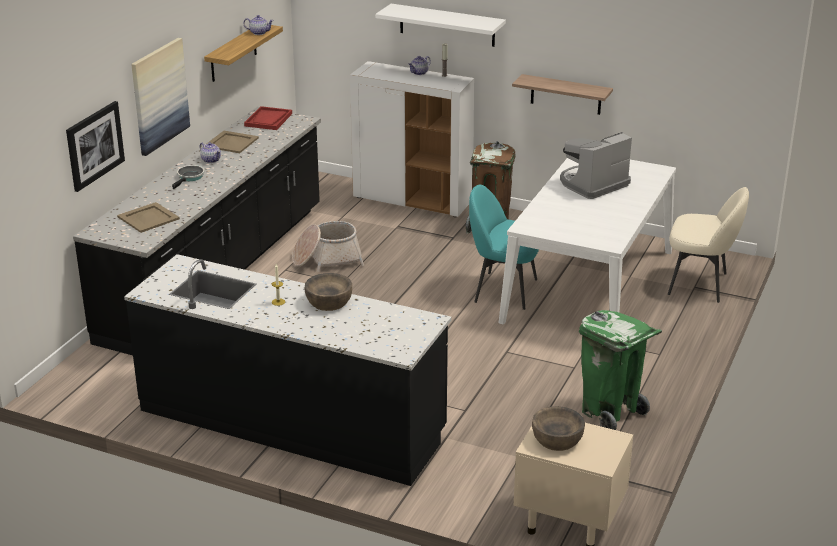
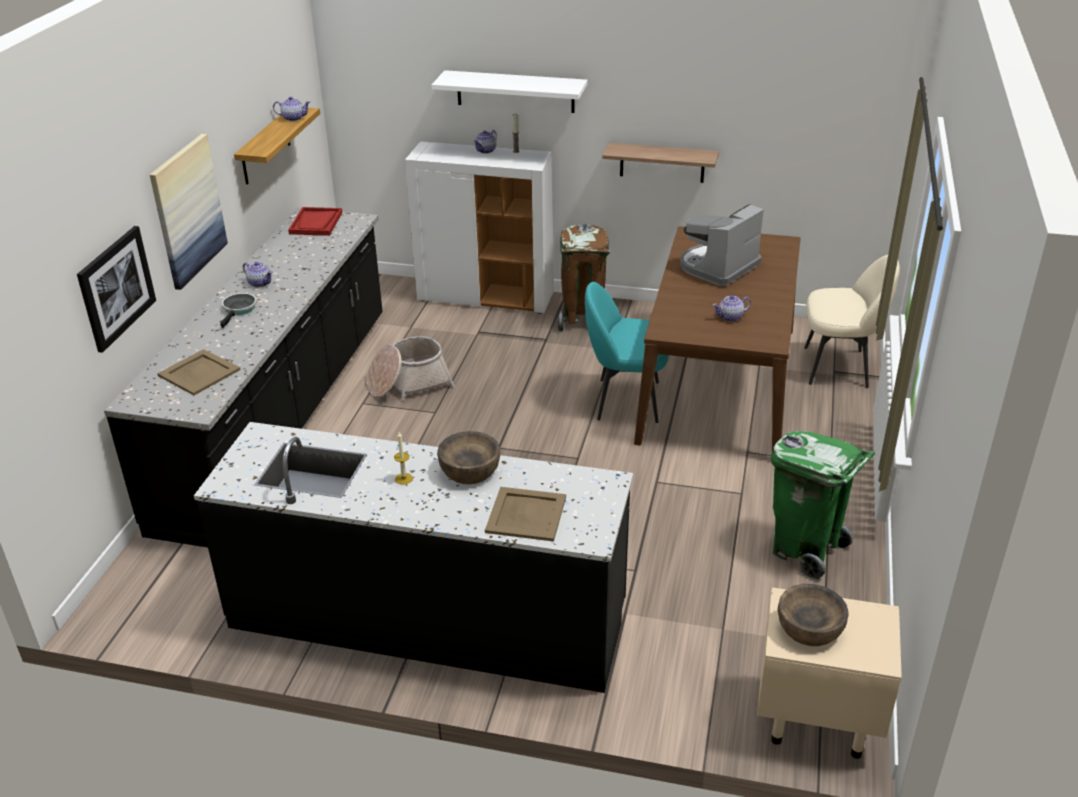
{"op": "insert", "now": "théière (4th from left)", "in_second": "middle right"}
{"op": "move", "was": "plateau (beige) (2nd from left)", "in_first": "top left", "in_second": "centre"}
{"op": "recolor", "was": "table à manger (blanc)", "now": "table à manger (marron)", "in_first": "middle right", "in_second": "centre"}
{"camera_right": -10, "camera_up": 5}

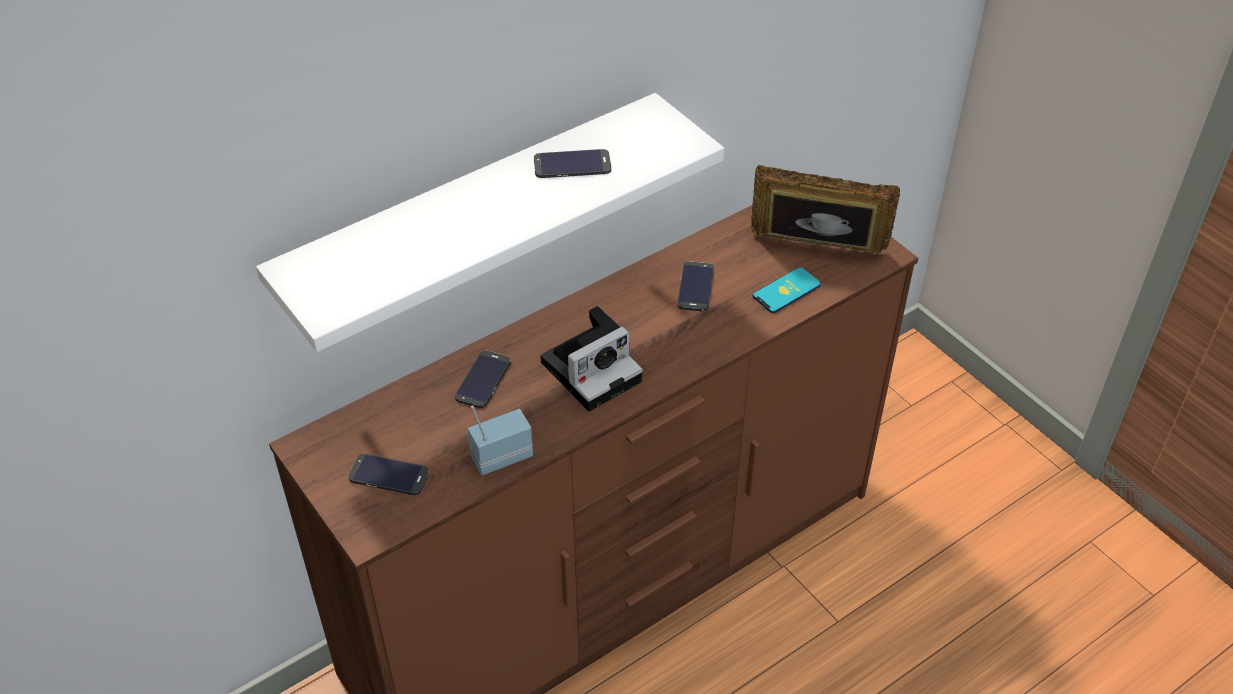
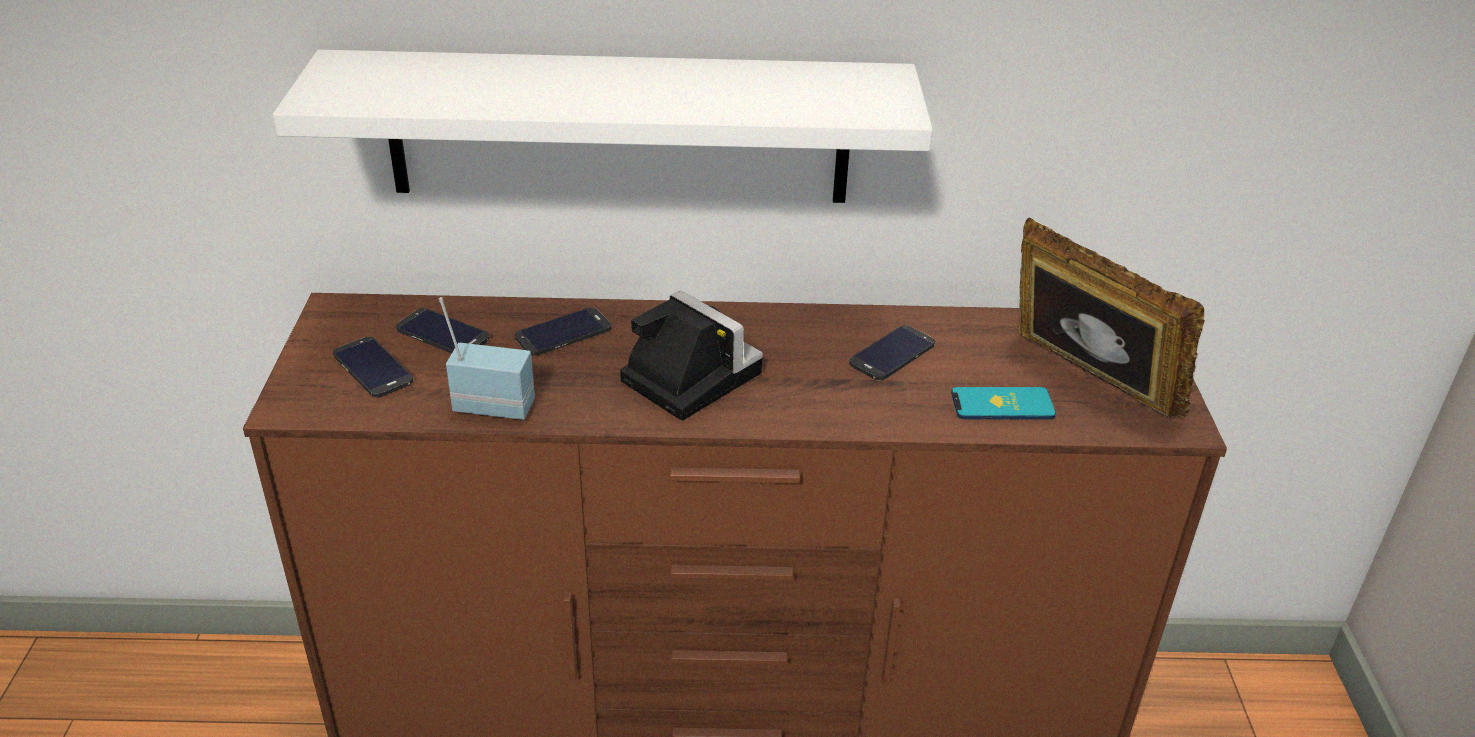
{"op": "move", "was": "téléphone (3rd from left in the first image)", "now": "téléphone (2nd from left)", "in_first": "top centre", "in_second": "middle left"}
{"op": "rotate", "was": "appareil photo", "in_first": "centre", "in_second": "centre", "clockwise": -135}
{"camera_right": 35, "camera_up": -10}

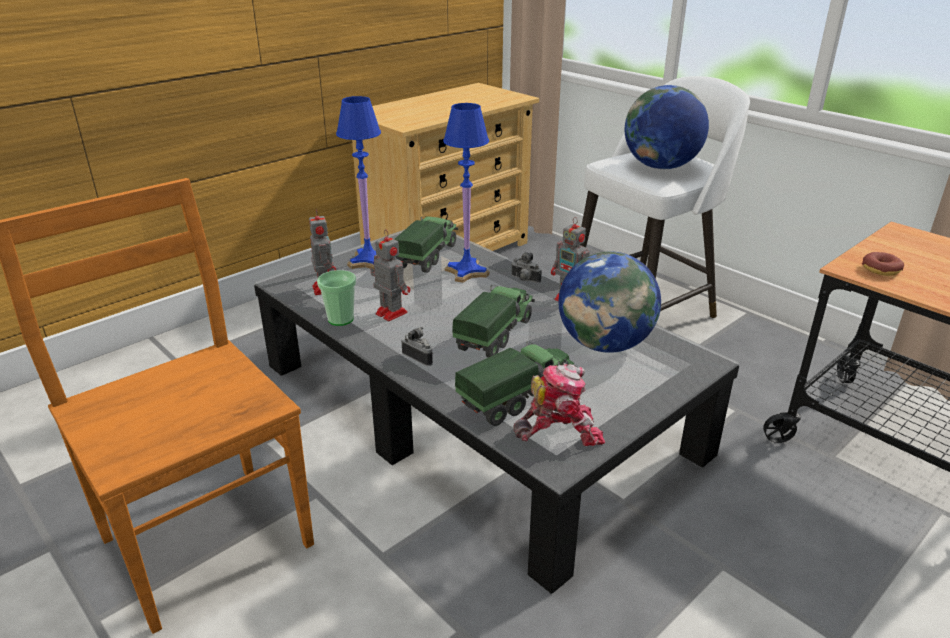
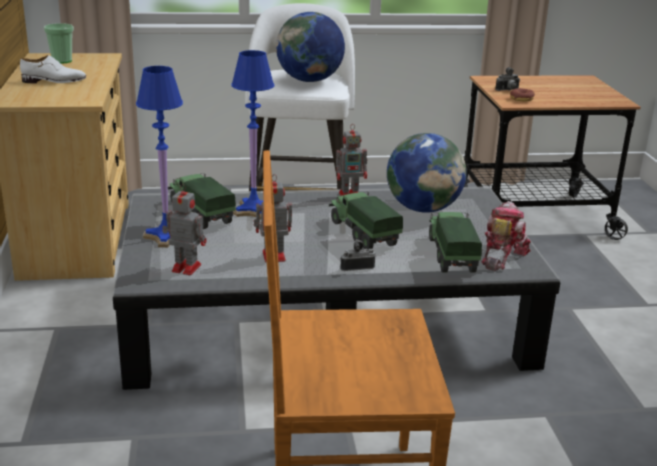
{"op": "insert", "now": "chaussure (blanc)", "in_second": "top left"}
{"op": "move", "was": "tasse", "in_first": "centre", "in_second": "top left"}
{"op": "move", "was": "appareil photo (2nd from left)", "in_first": "centre", "in_second": "top right"}
{"camera_right": -55, "camera_up": -5}

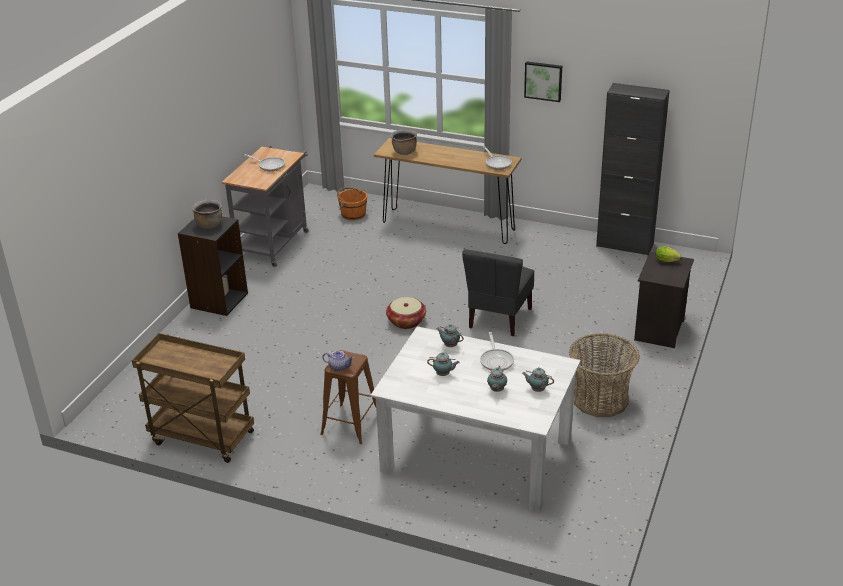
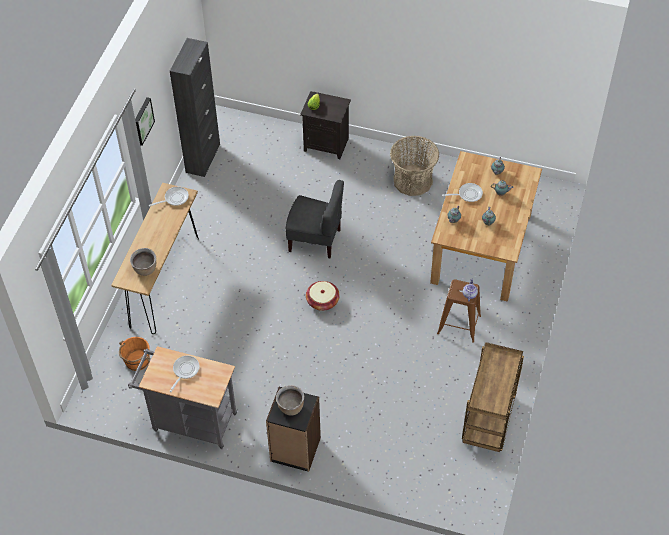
{"op": "recolor", "was": "table à manger (blanc)", "now": "table à manger (marron)", "in_first": "bottom centre", "in_second": "middle right"}
{"camera_right": -95, "camera_up": 20}

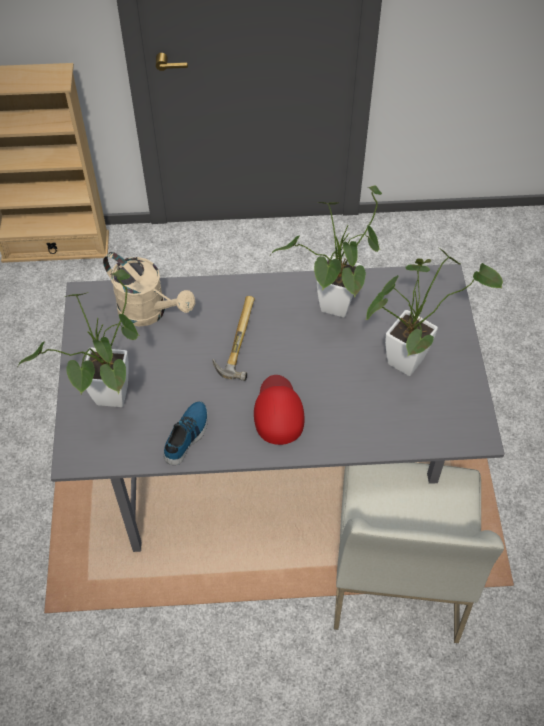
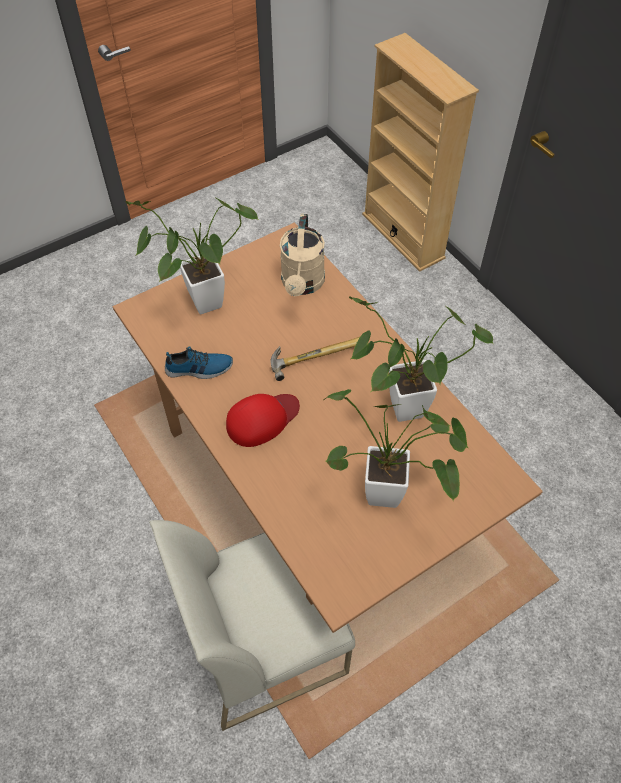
{"op": "recolor", "was": "table à manger (gris)", "now": "table à manger (marron)", "in_first": "centre", "in_second": "centre"}
{"camera_right": 60, "camera_up": 0}

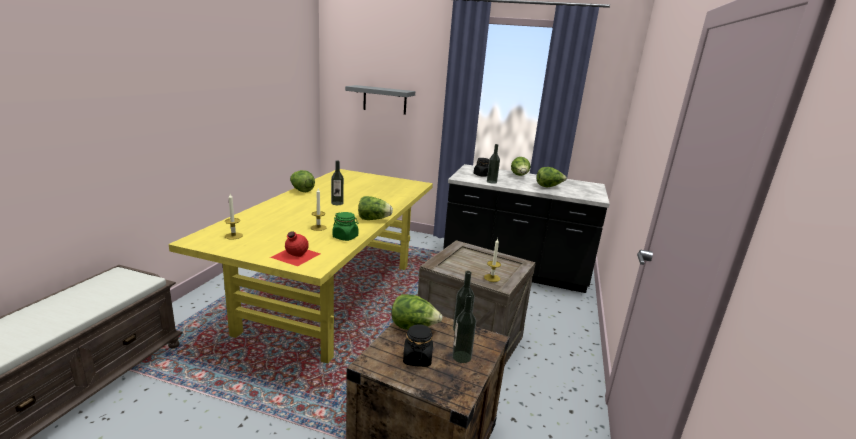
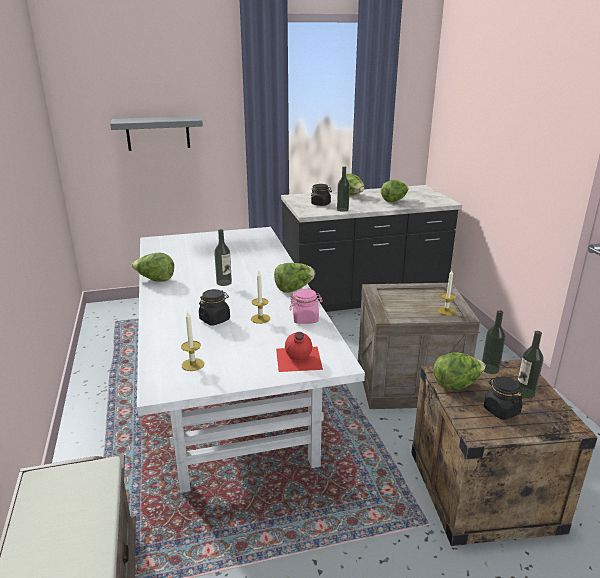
{"op": "insert", "now": "bocal (noir) (1st from left)", "in_second": "centre"}
{"op": "recolor", "was": "table à manger (jaune)", "now": "table à manger (blanc)", "in_first": "centre", "in_second": "centre"}
{"op": "recolor", "was": "bocal (vert)", "now": "bocal (rose)", "in_first": "centre", "in_second": "centre"}
{"camera_right": -30, "camera_up": 5}

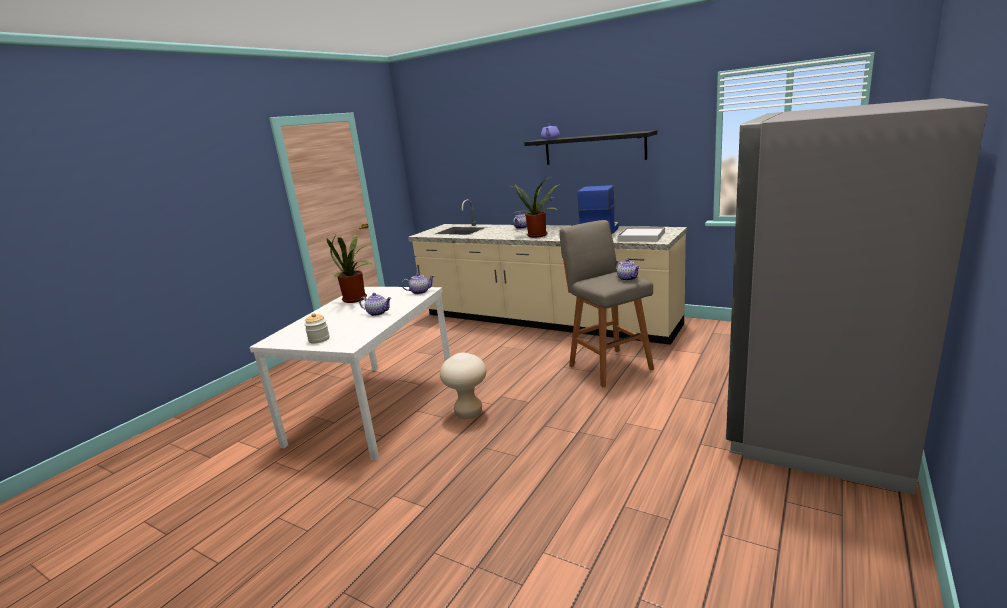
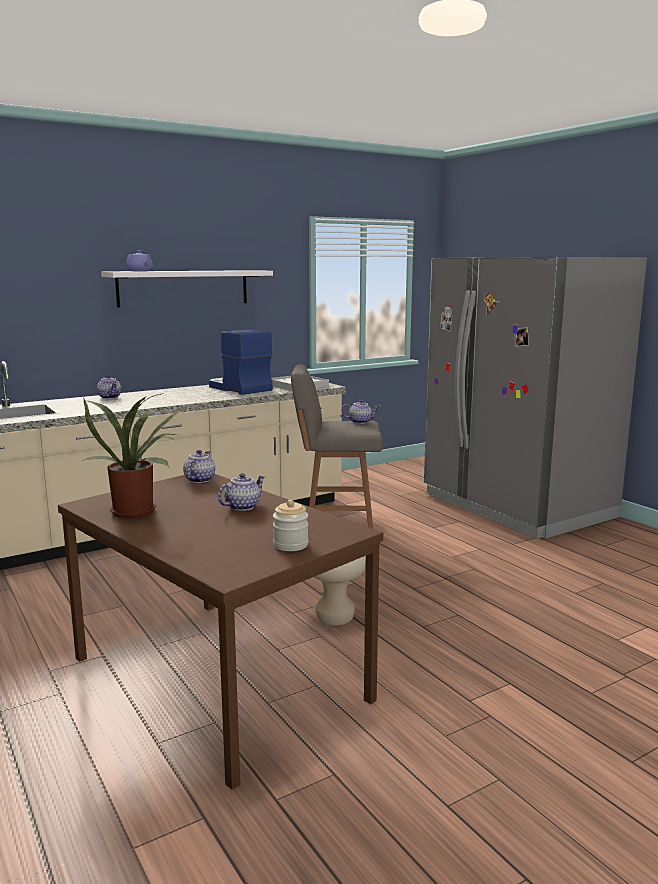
{"op": "delete", "was": "plante en pot (2nd from left)", "in_first": "centre"}
{"op": "recolor", "was": "table à manger (blanc)", "now": "table à manger (marron)", "in_first": "centre", "in_second": "bottom centre"}
{"op": "recolor", "was": "étagère (noir)", "now": "étagère (blanc)", "in_first": "top centre", "in_second": "top left"}
{"camera_right": -65, "camera_up": -5}

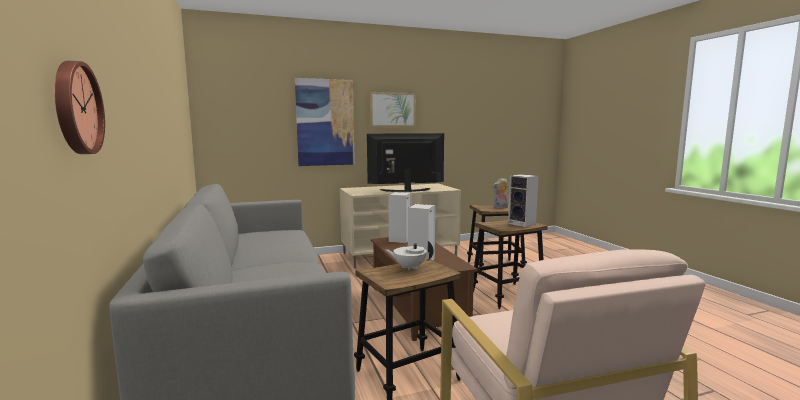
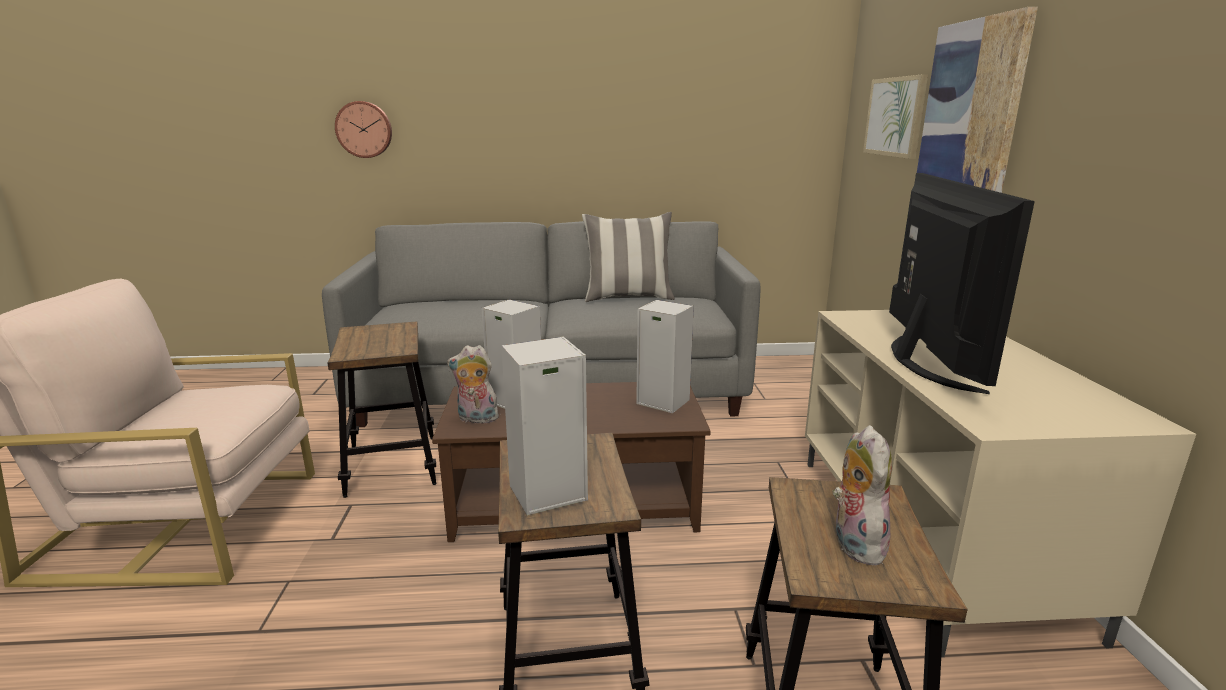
{"op": "delete", "was": "théière (blanc)", "in_first": "centre"}
{"op": "insert", "now": "peluche (1st from left)", "in_second": "centre"}
{"op": "insert", "now": "coussin", "in_second": "centre"}
{"op": "move", "was": "tableau (2nd from left in the first image)", "now": "tableau (1st from left)", "in_first": "top centre", "in_second": "top right"}
{"camera_right": 105, "camera_up": 10}

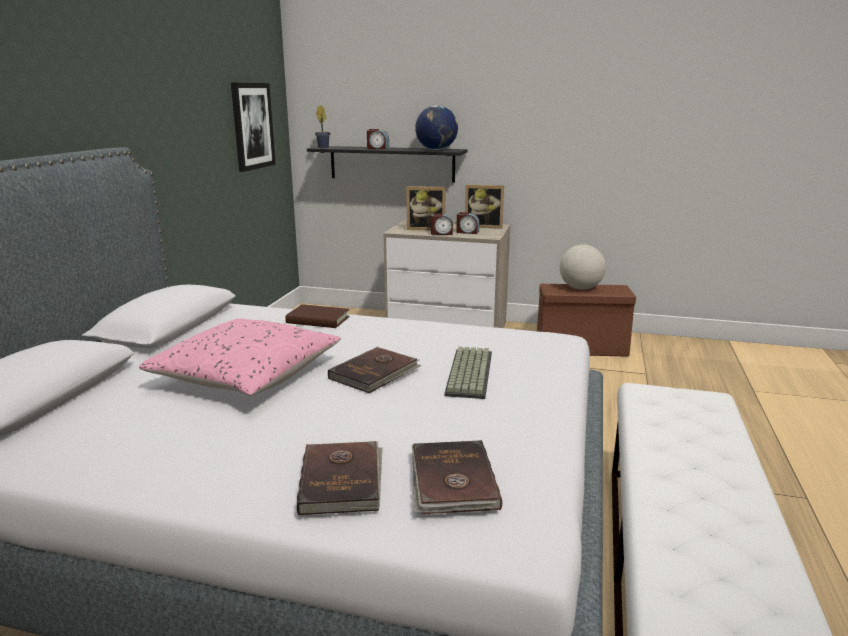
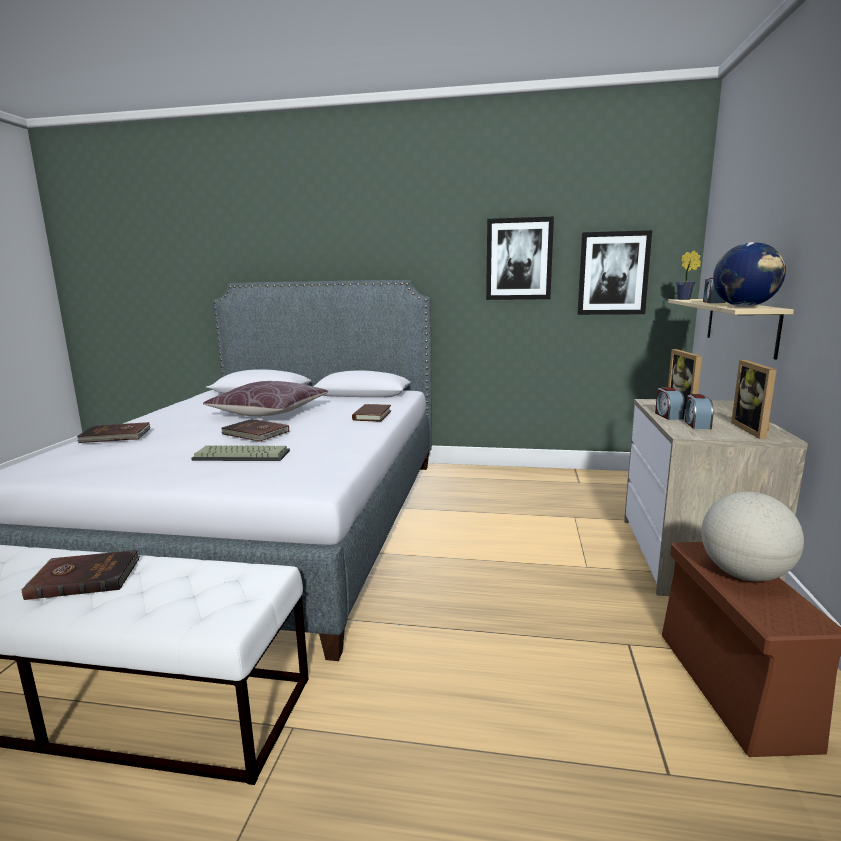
{"op": "insert", "now": "tableau (1st from left)", "in_second": "top centre"}
{"op": "move", "was": "livre (marron) (4th from left in the first image)", "now": "livre (marron) (1st from left)", "in_first": "bottom centre", "in_second": "bottom left"}
{"op": "recolor", "was": "coussin (rose)", "now": "coussin (marron)", "in_first": "middle left", "in_second": "middle left"}
{"op": "recolor", "was": "étagère (noir)", "now": "étagère (beige)", "in_first": "top centre", "in_second": "middle right"}
{"camera_right": 85, "camera_up": -5}

